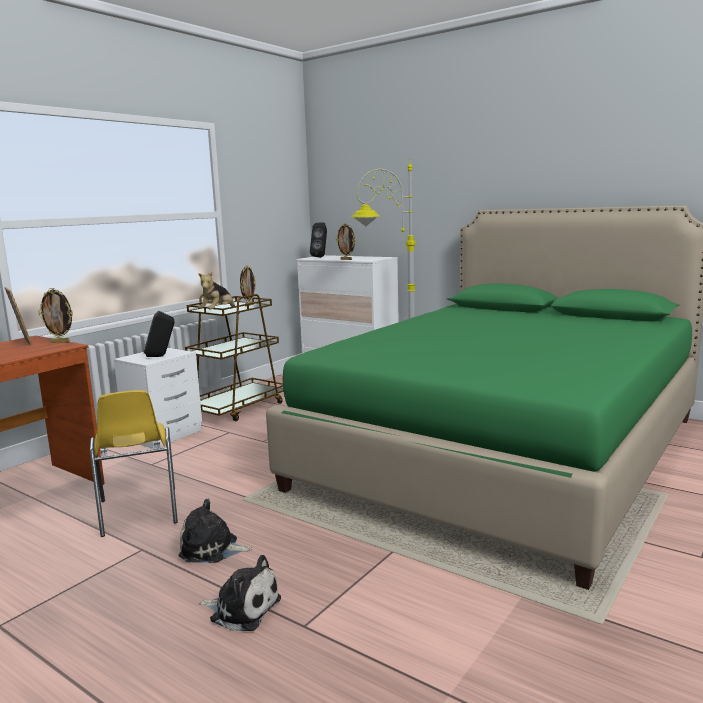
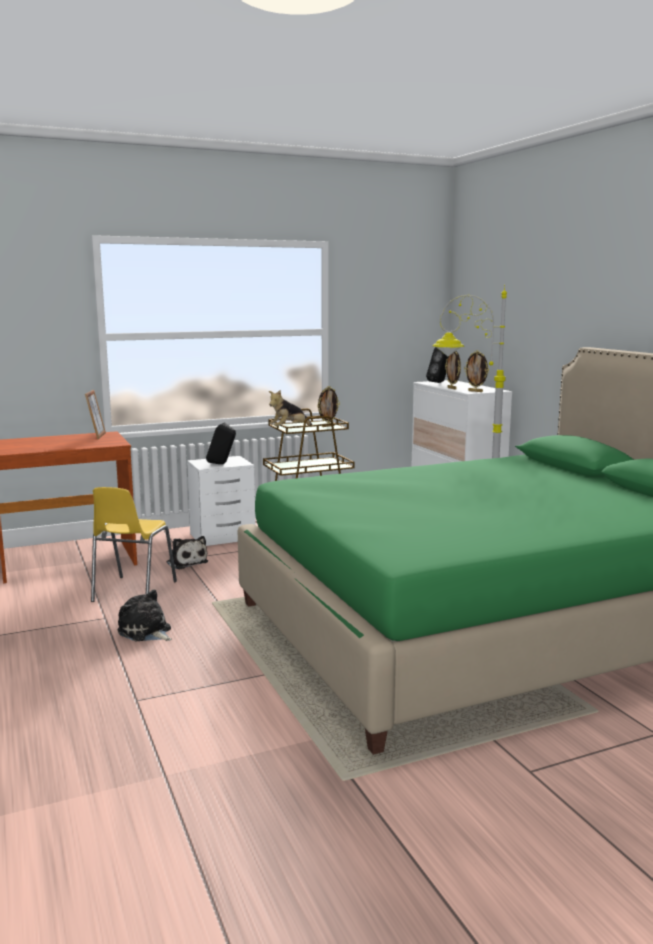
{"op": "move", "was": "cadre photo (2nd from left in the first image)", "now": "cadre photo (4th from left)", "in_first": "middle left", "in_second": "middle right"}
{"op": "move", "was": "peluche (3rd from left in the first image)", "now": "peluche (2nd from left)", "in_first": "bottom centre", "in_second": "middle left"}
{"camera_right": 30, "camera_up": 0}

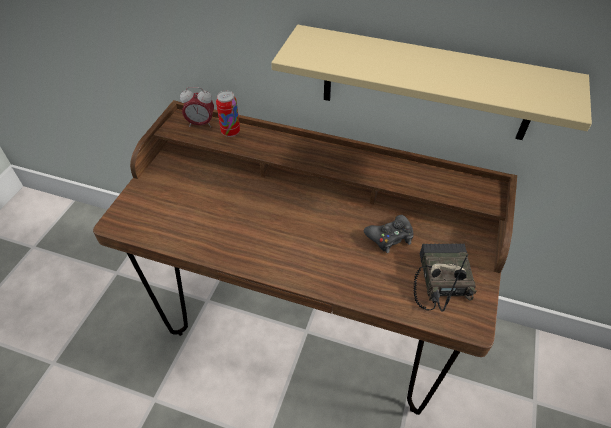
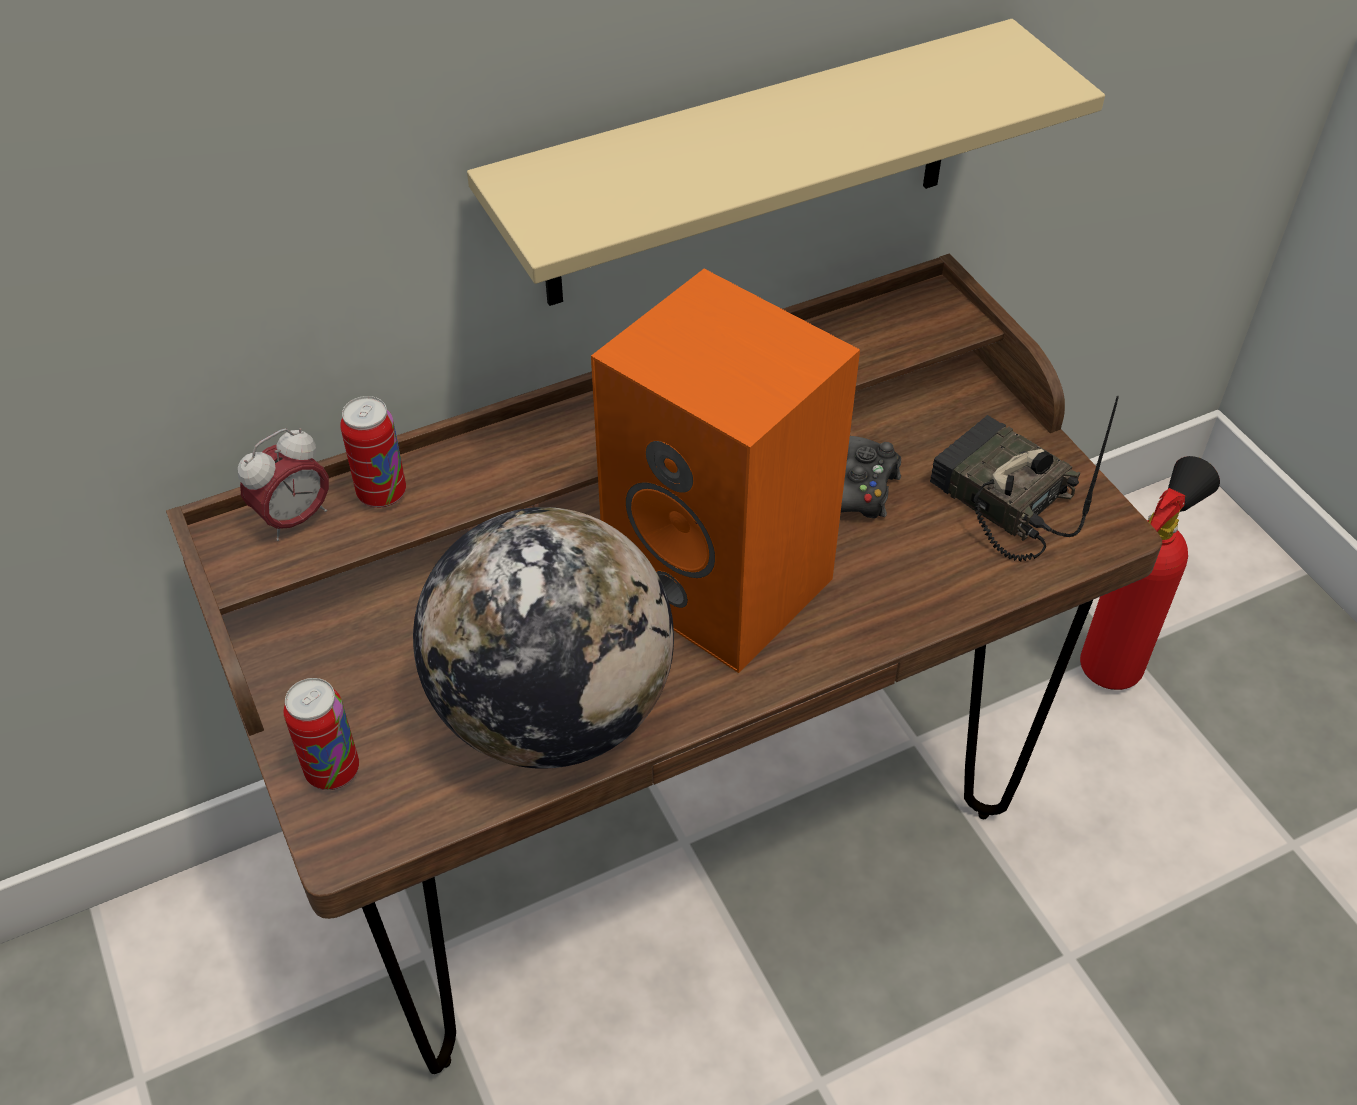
{"op": "insert", "now": "boîte métallique (1st from left)", "in_second": "middle left"}
{"op": "insert", "now": "globe", "in_second": "centre"}
{"op": "insert", "now": "enceinte (orange)", "in_second": "centre"}
{"op": "insert", "now": "extincteur", "in_second": "middle right"}
{"camera_right": -45, "camera_up": 0}

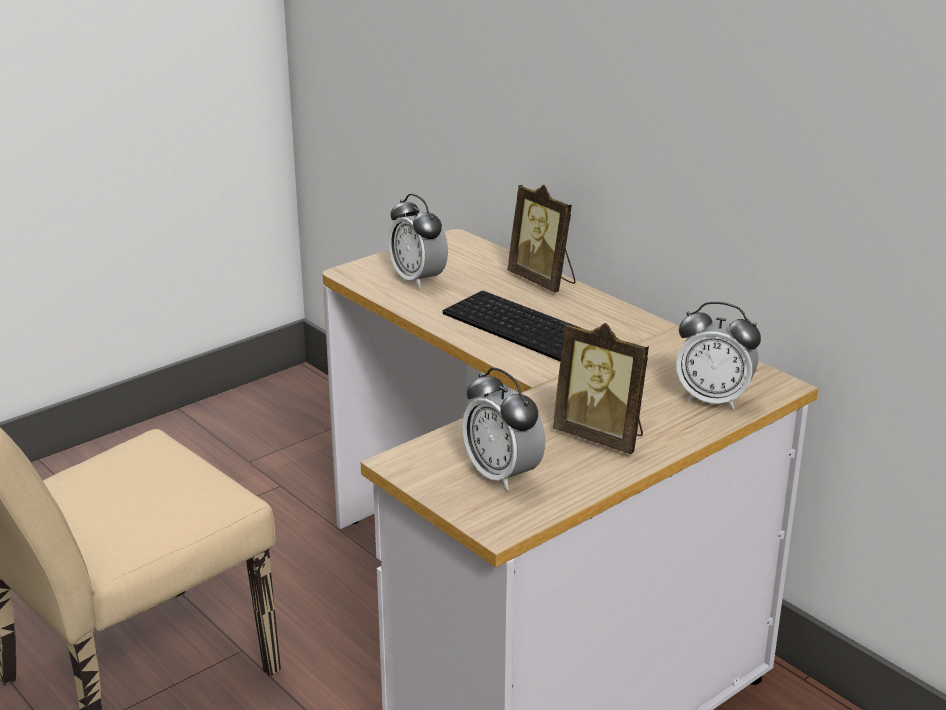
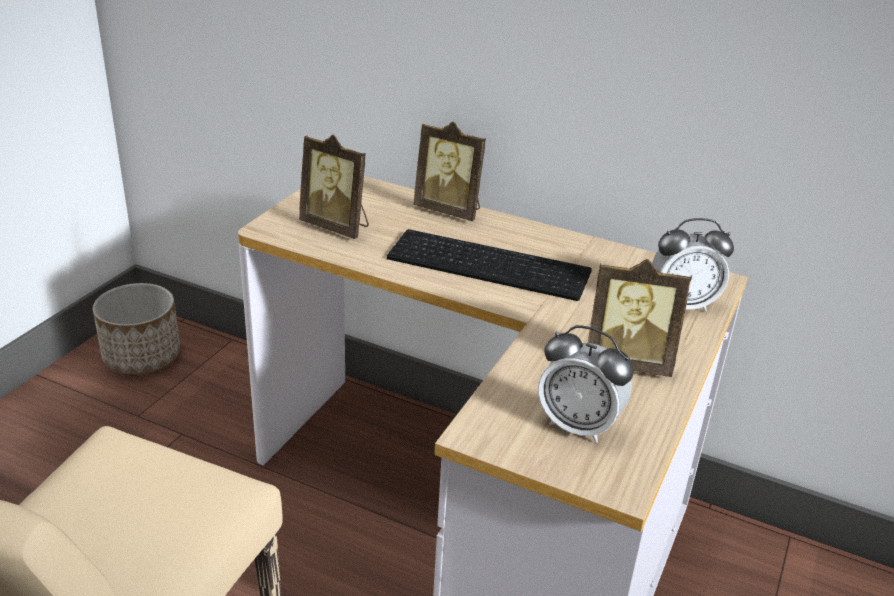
{"op": "insert", "now": "cache-pot", "in_second": "middle left"}
{"op": "replace", "was": "réveil (1st from left)", "now": "cadre photo (1st from left)", "in_first": "centre", "in_second": "top centre"}
{"camera_right": -25, "camera_up": 5}

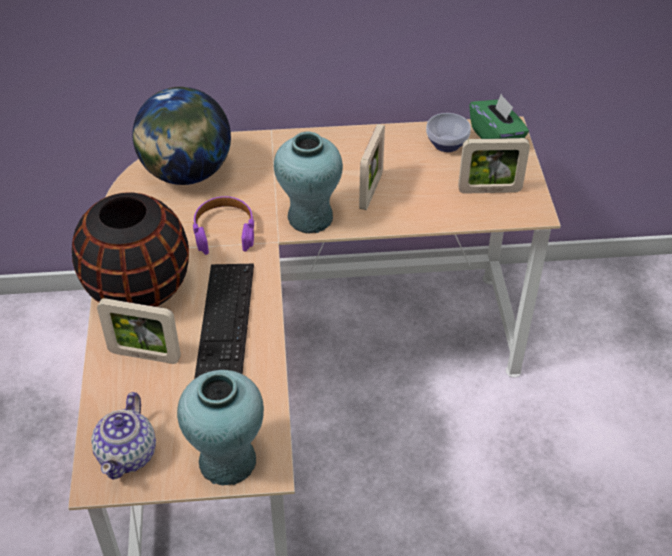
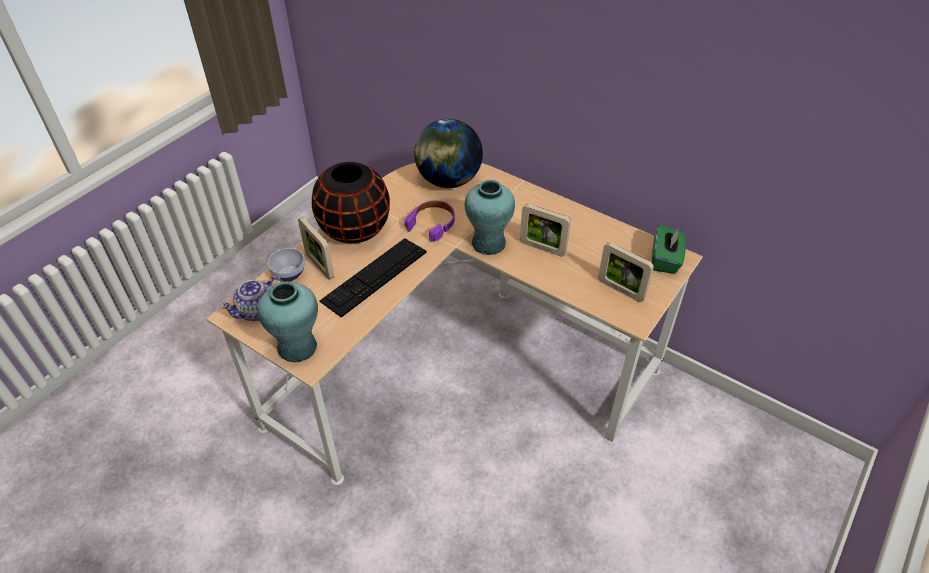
{"op": "move", "was": "bol", "in_first": "top right", "in_second": "middle left"}
{"op": "rotate", "was": "cadre photo (2nd from left)", "in_first": "top centre", "in_second": "centre", "clockwise": 60}
{"camera_right": 40, "camera_up": 0}

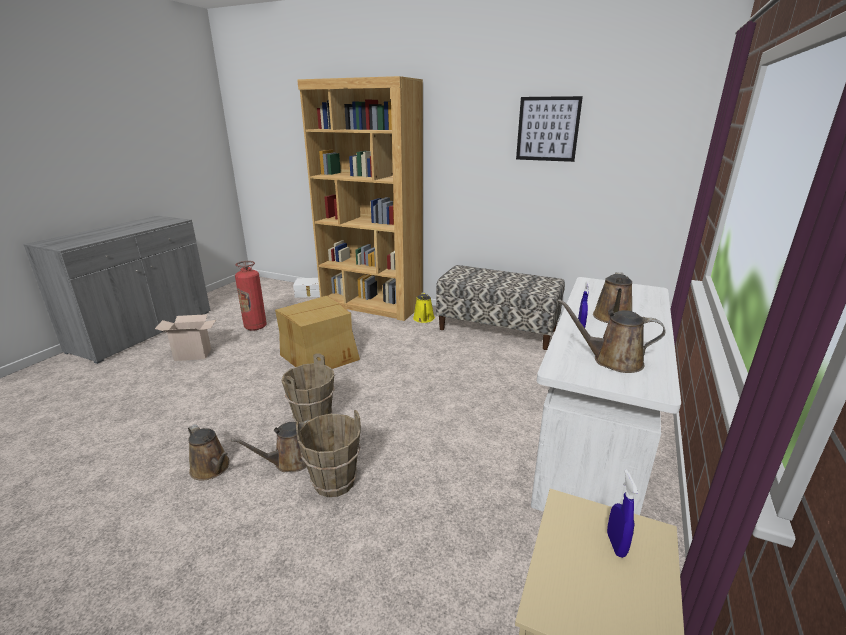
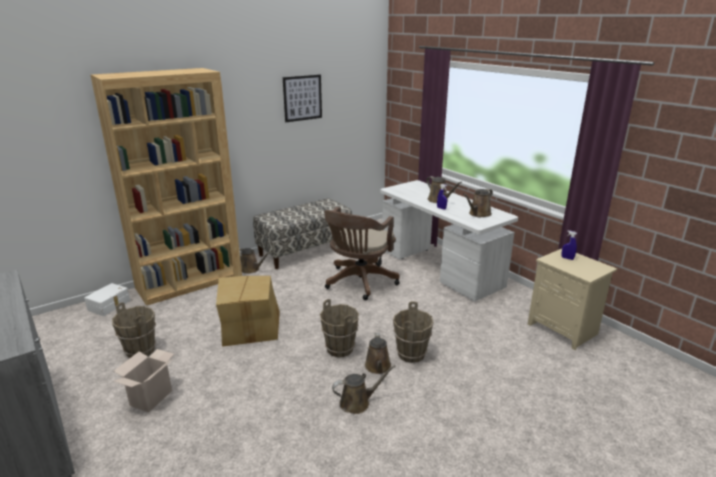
{"op": "insert", "now": "chaise de bureau (marron)", "in_second": "centre"}
{"op": "replace", "was": "extincteur", "now": "seau (marron) (1st from left)", "in_first": "middle left", "in_second": "bottom left"}
{"op": "recolor", "was": "arrosoir (jaune)", "now": "arrosoir (marron) (1st from left)", "in_first": "centre", "in_second": "centre"}
{"camera_right": -60, "camera_up": 0}

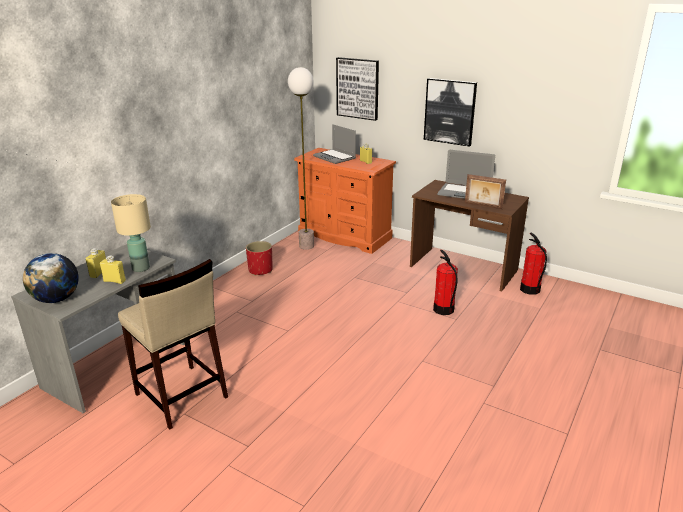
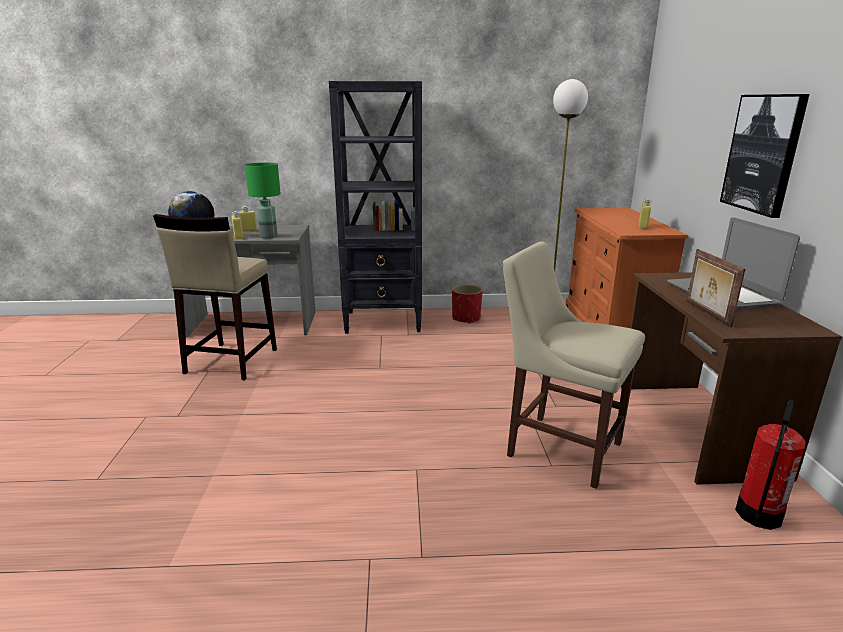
{"op": "delete", "was": "ordinateur portable (1st from left)", "in_first": "top centre"}
{"op": "delete", "was": "tableau (1st from left)", "in_first": "top centre"}
{"op": "insert", "now": "bibliothèque (noir)", "in_second": "top centre"}
{"op": "replace", "was": "extincteur (1st from left)", "now": "chaise (beige)", "in_first": "centre", "in_second": "middle right"}
{"op": "recolor", "was": "lampe de table (beige)", "now": "lampe de table (vert)", "in_first": "middle left", "in_second": "top left"}
{"camera_right": 55, "camera_up": -5}

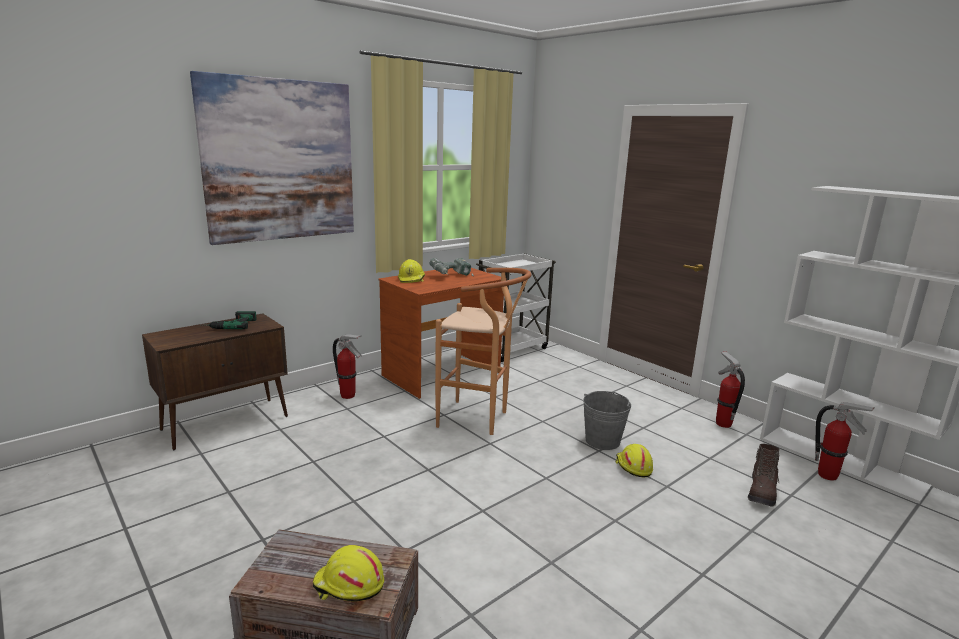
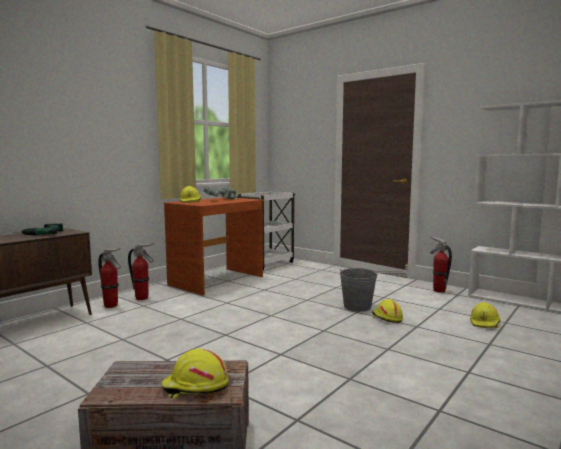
{"op": "delete", "was": "tableau", "in_first": "top left"}
{"op": "delete", "was": "tabouret (marron)", "in_first": "centre"}
{"op": "move", "was": "extincteur (3rd from left in the first image)", "now": "extincteur (1st from left)", "in_first": "bottom right", "in_second": "middle left"}
{"op": "replace", "was": "botte (marron)", "now": "casque de chantier (jaune) (4th from left)", "in_first": "bottom right", "in_second": "bottom right"}
{"camera_right": -10, "camera_up": -10}

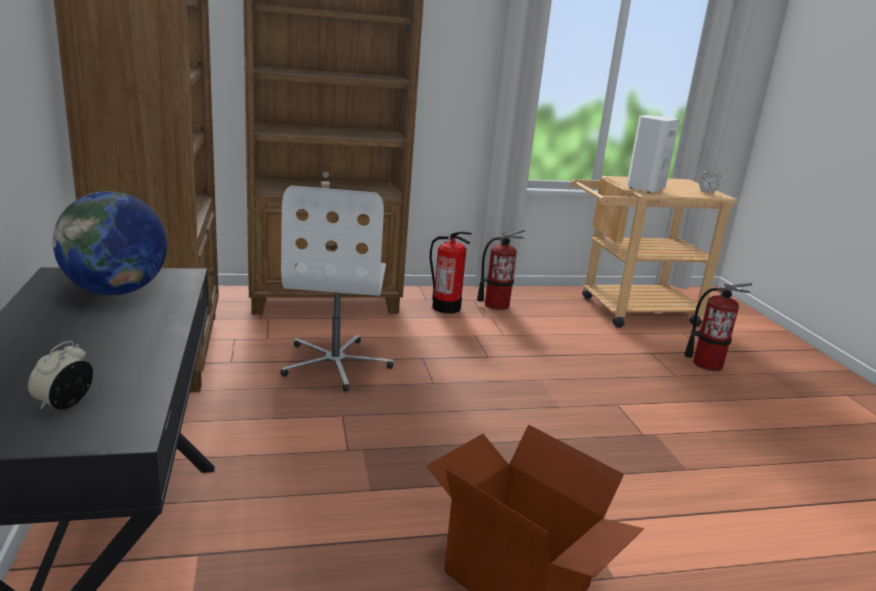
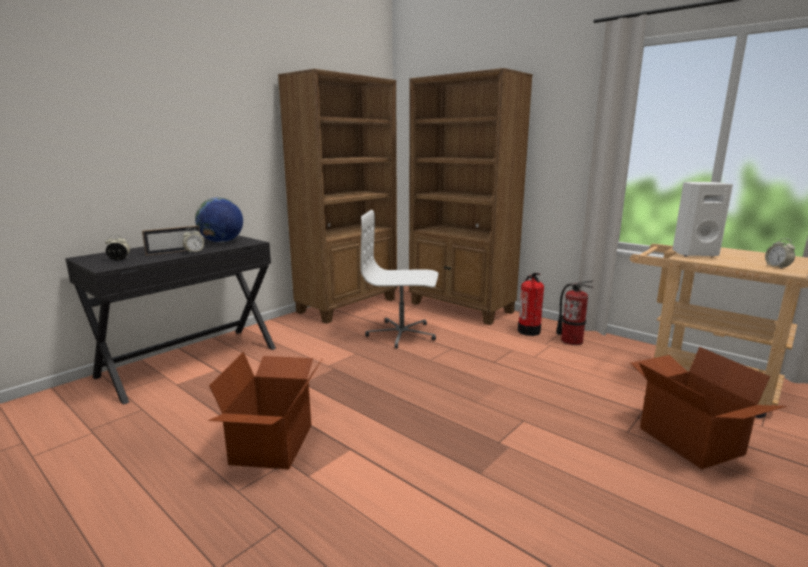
{"op": "insert", "now": "cadre photo", "in_second": "middle left"}
{"op": "insert", "now": "réveil (2nd from left)", "in_second": "middle left"}
{"op": "replace", "was": "extincteur (3rd from left)", "now": "carton (2nd from left)", "in_first": "middle right", "in_second": "bottom right"}
{"op": "rotate", "was": "chaise de bureau (blanc)", "in_first": "centre", "in_second": "centre", "clockwise": 45}
{"camera_right": 55, "camera_up": -5}

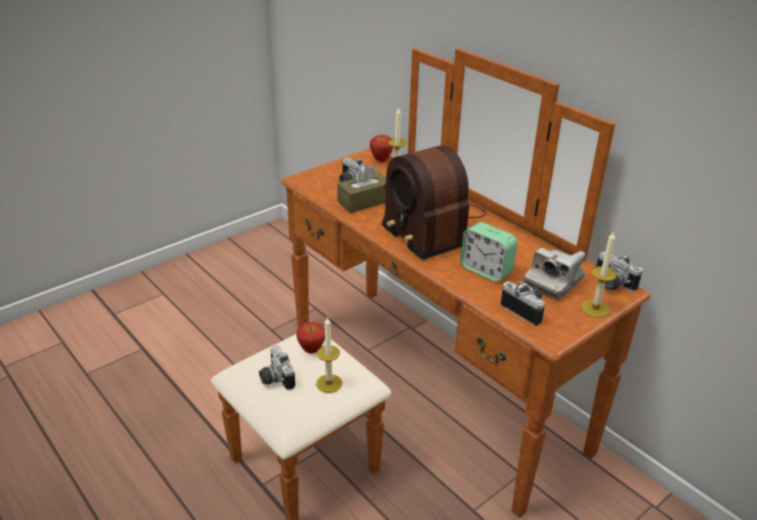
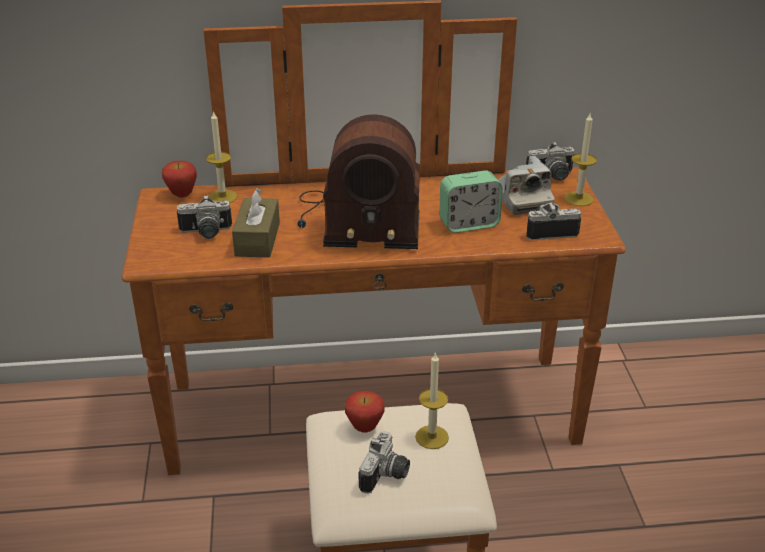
{"op": "rotate", "was": "appareil photo (1st from left in the first image)", "in_first": "bottom centre", "in_second": "bottom centre", "clockwise": -75}
{"camera_right": -55, "camera_up": 0}

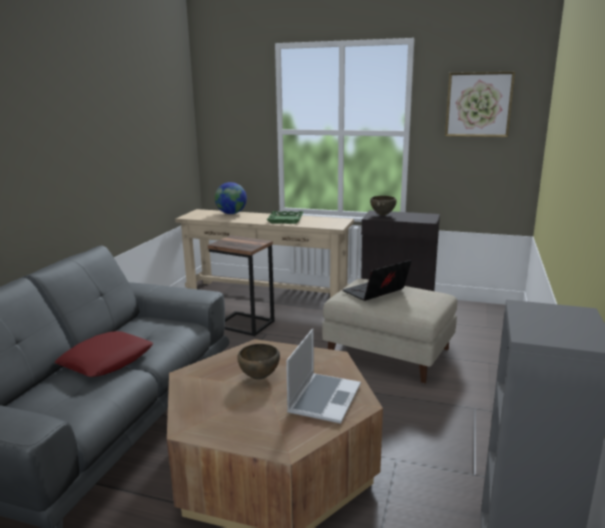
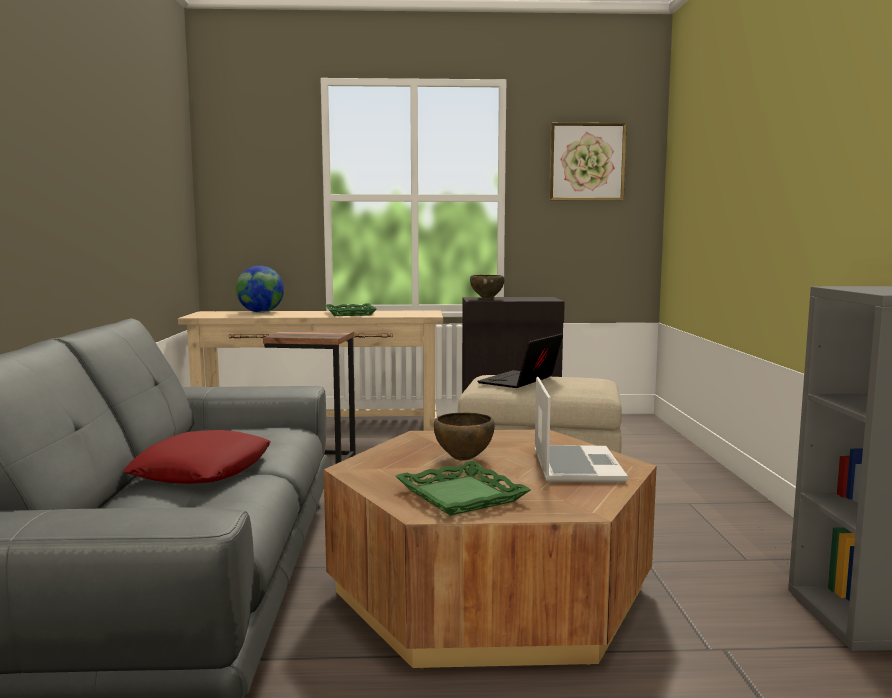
{"op": "insert", "now": "plateau (vert) (2nd from left)", "in_second": "bottom centre"}
{"camera_right": -20, "camera_up": -10}

